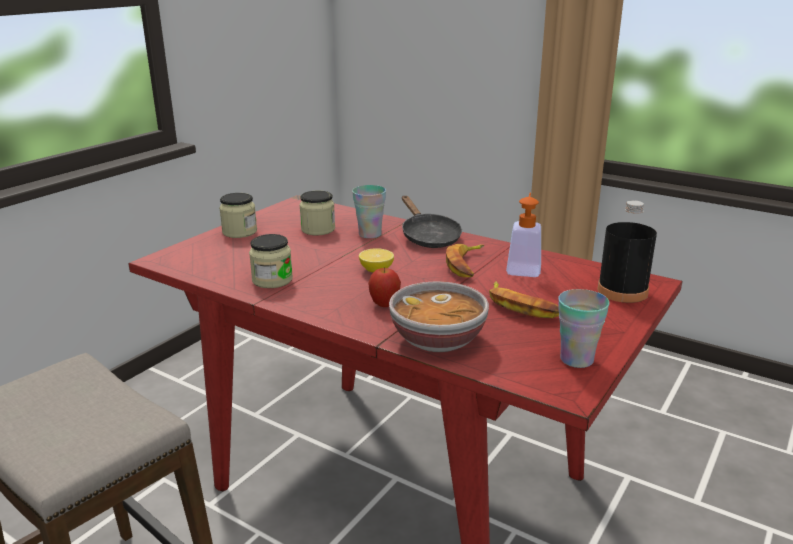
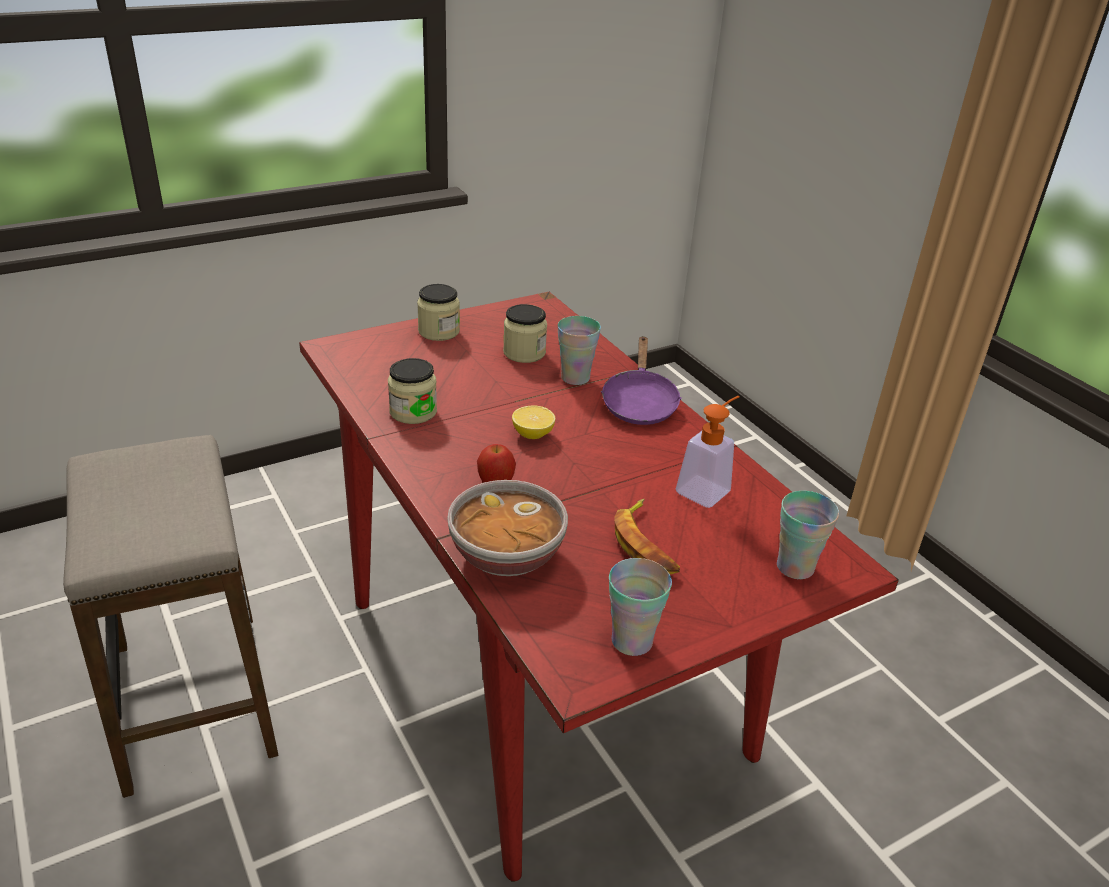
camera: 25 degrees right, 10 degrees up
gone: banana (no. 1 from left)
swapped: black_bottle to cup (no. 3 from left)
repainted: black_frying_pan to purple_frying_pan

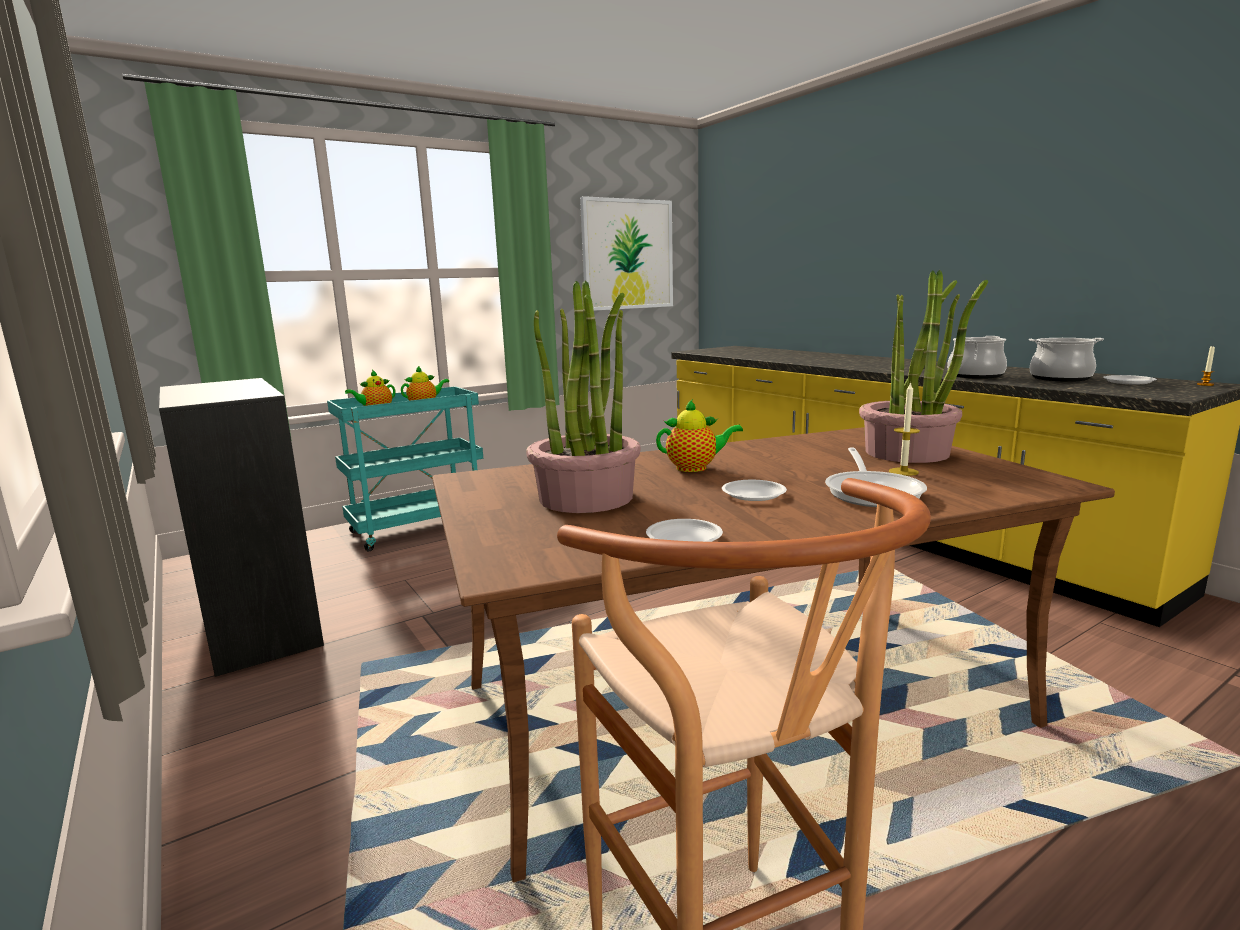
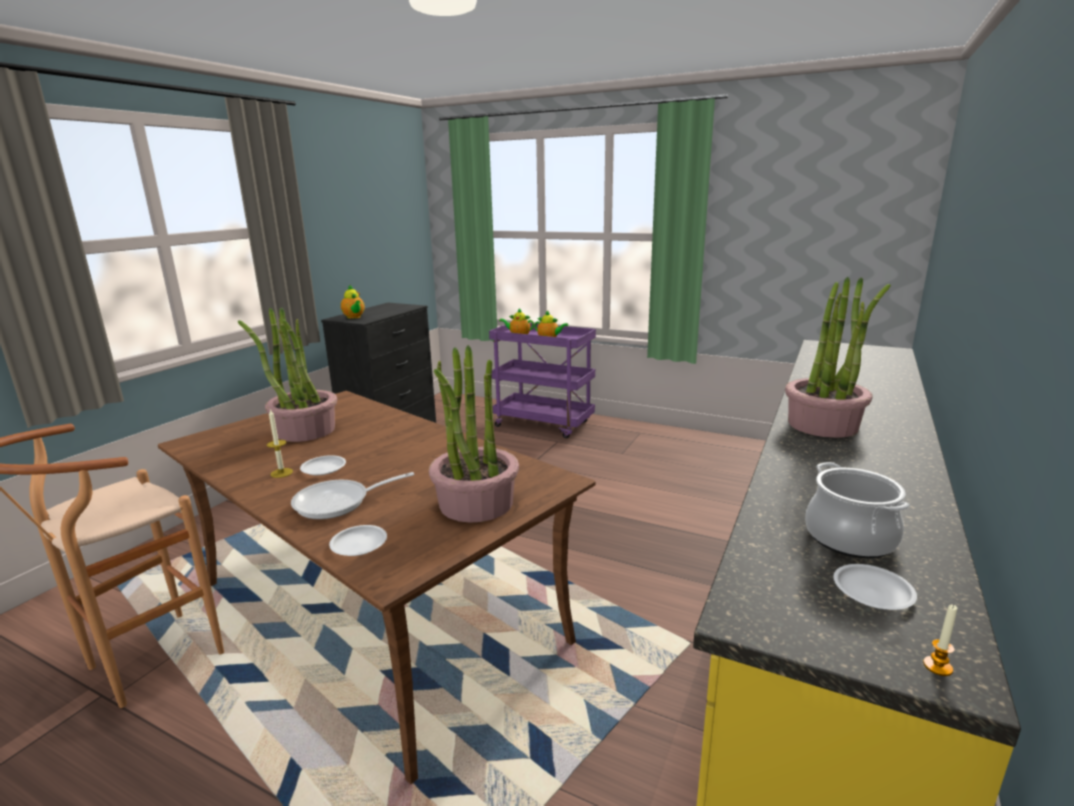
camera: 60 degrees right, 5 degrees up
gone: picture; cooking_pot (no. 1 from left)
new: potted_plant (no. 3 from left)
shifted: white_plate (no. 1 from left in the first image) to white_plate (no. 2 from left); teapot (no. 3 from left in the first image) to teapot (no. 1 from left); candle (no. 1 from left)
repainted: turquoise_cart to purple_cart

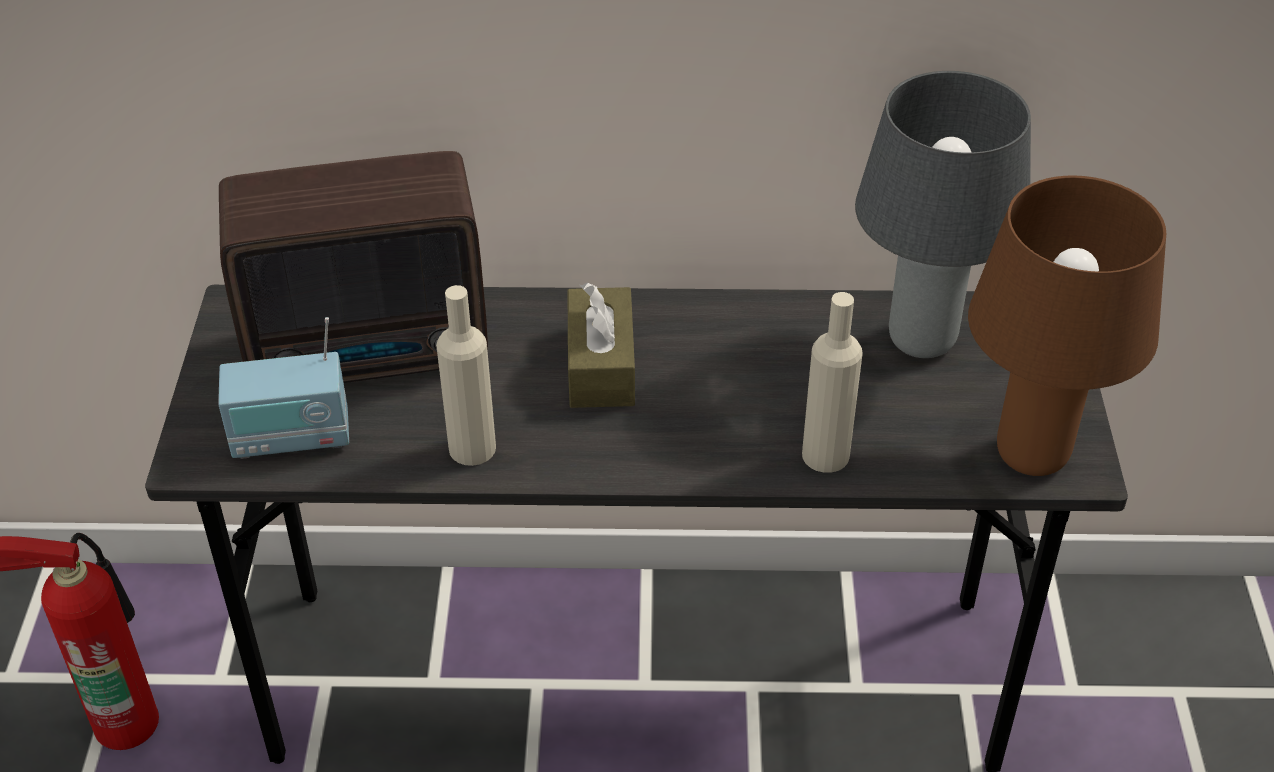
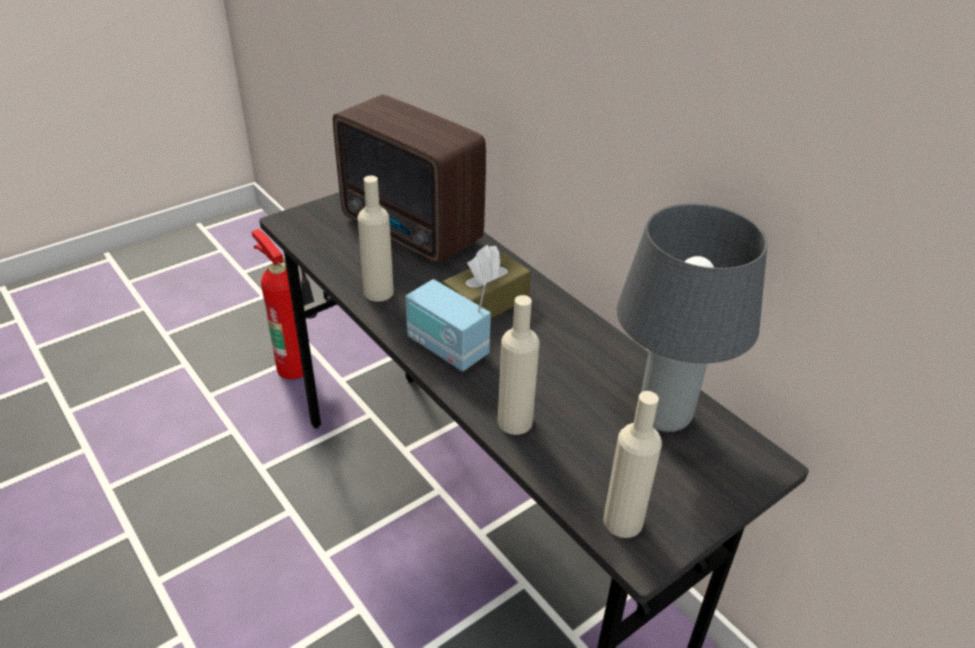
camera: 50 degrees right, 5 degrees down
shifted: radio (no. 1 from left in the first image) to radio (no. 2 from left)
swapped: brown_table_lamp to beige_bottle (no. 3 from left)

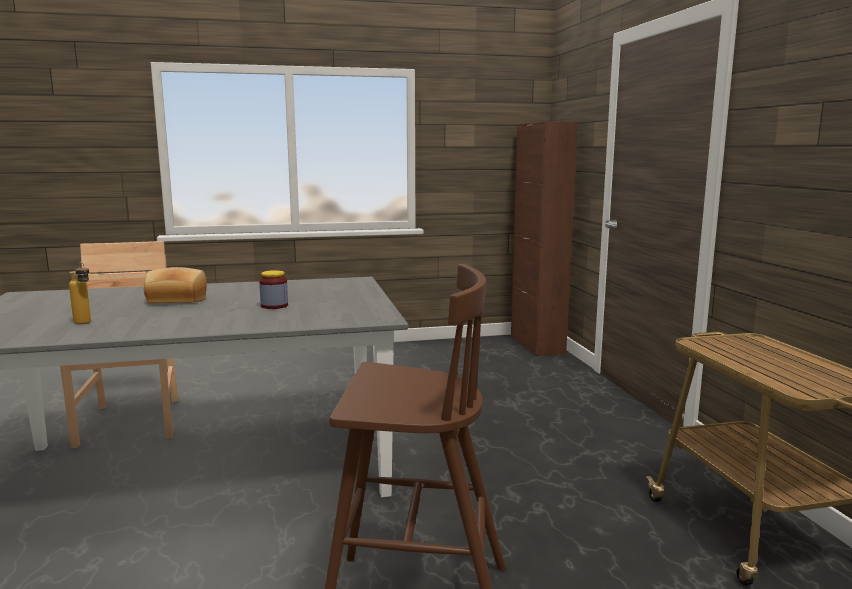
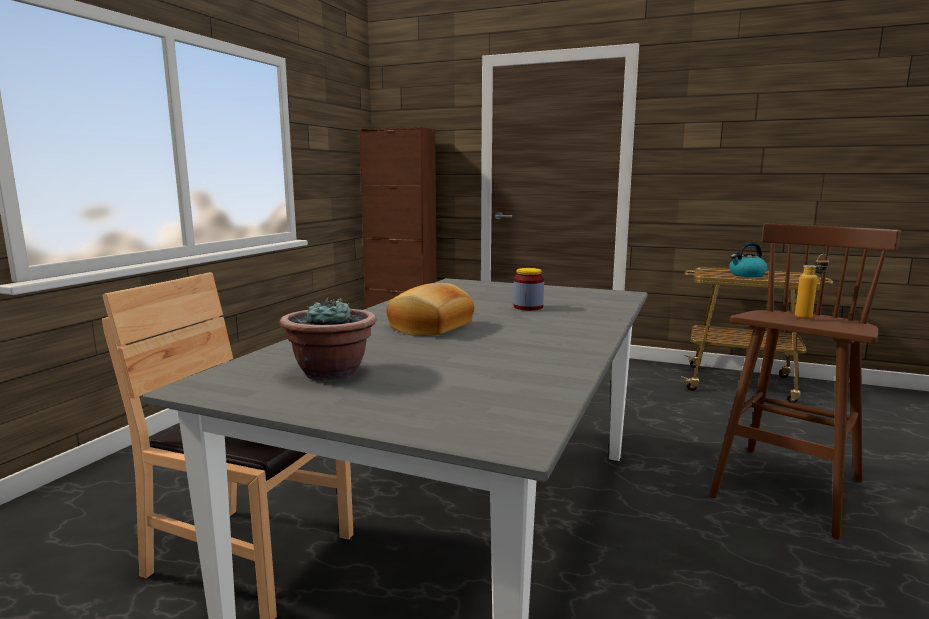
camera: 55 degrees left, 0 degrees up
new: potted_plant; kettle
shifted: bottle

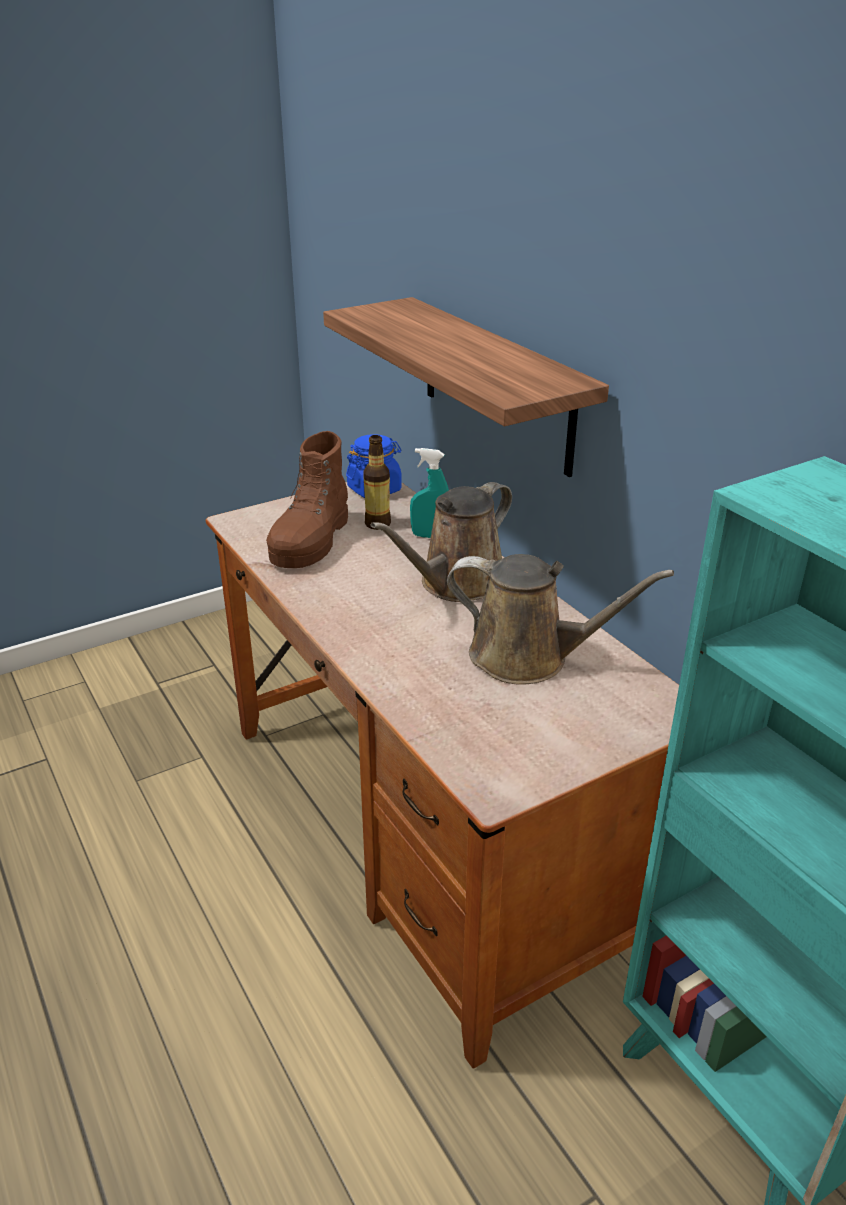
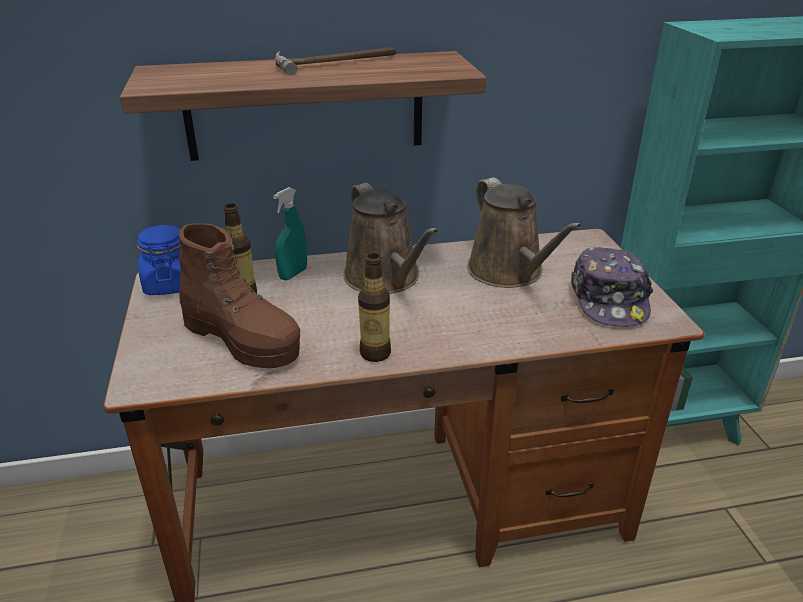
camera: 70 degrees left, 0 degrees up
new: hammer; bottle (no. 2 from left); cap
rotated: brown_watering_can (no. 2 from left) 120 degrees clockwise

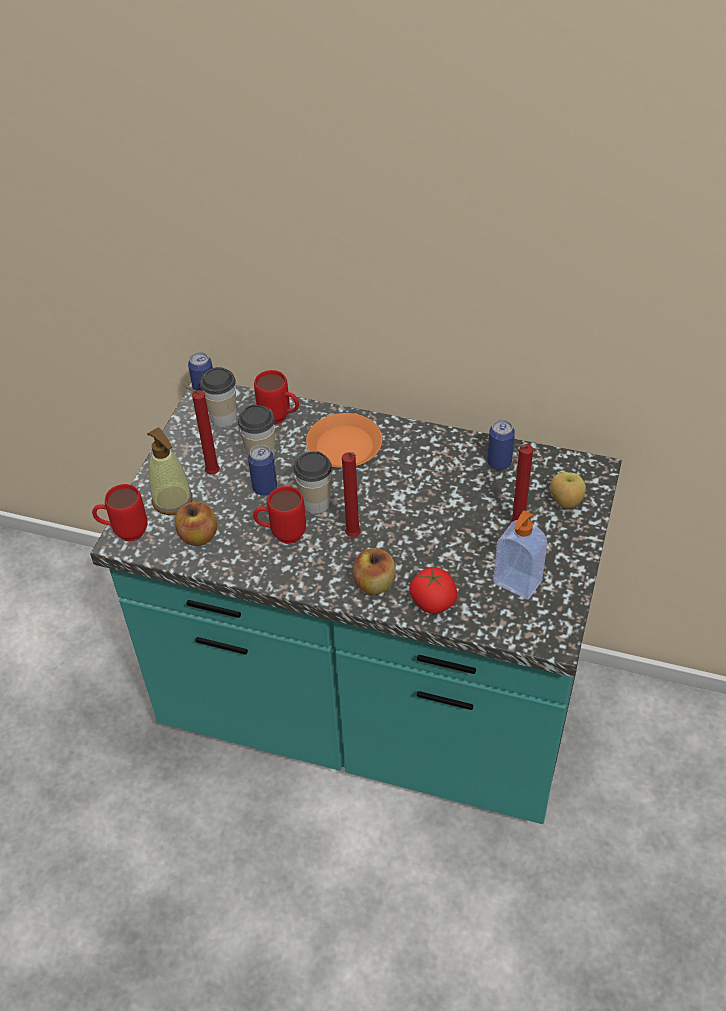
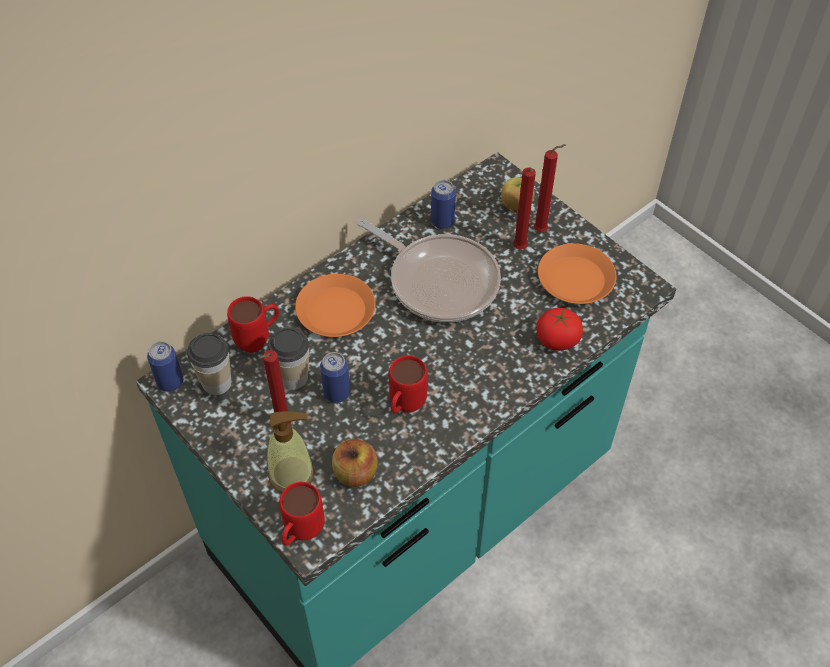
camera: 60 degrees left, 5 degrees up
gone: cup (no. 3 from left); apple (no. 2 from left)
new: frying_pan
shifted: red_candle (no. 2 from left in the first image) to red_candle (no. 3 from left)
swapped: soap_dispenser (no. 2 from left) to orange_plate (no. 2 from left)

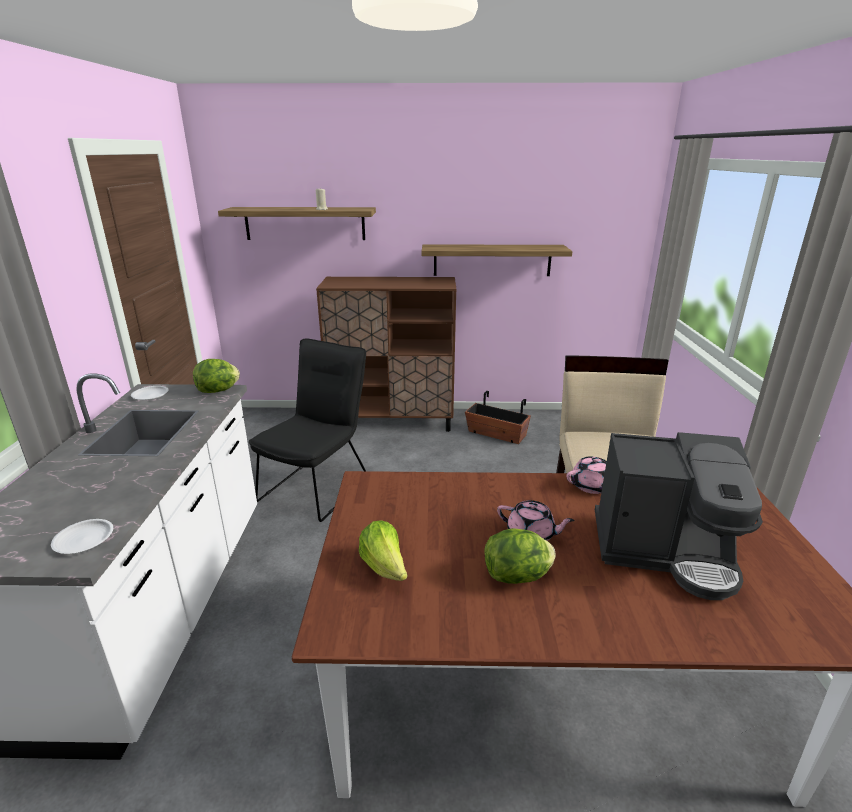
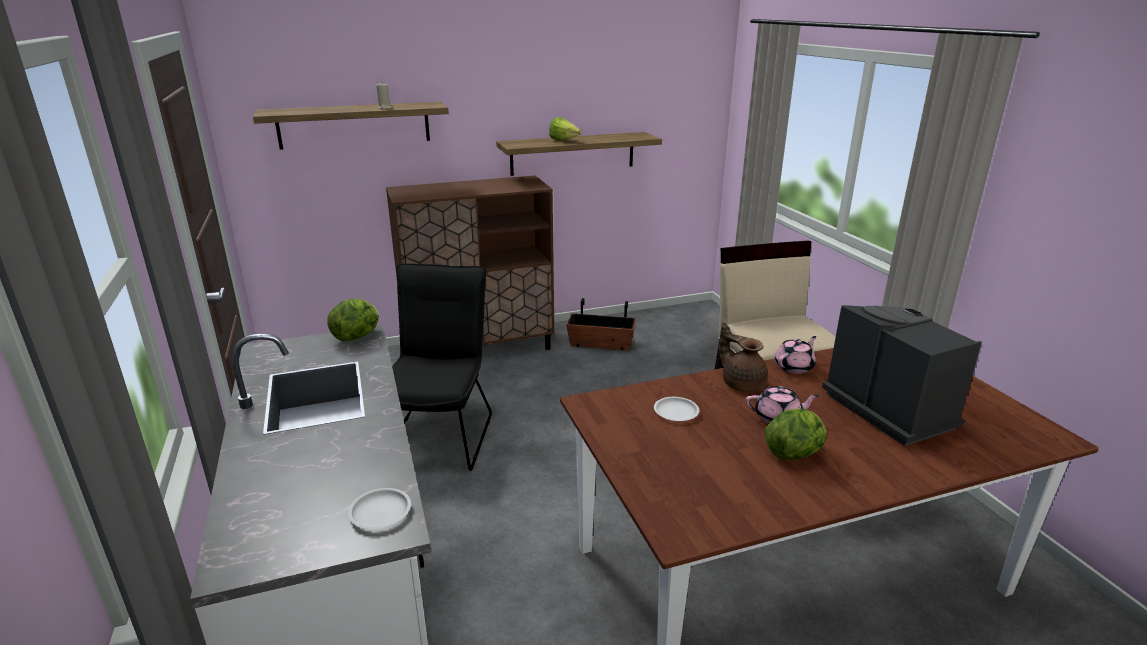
camera: 20 degrees left, 0 degrees up
new: brown_teapot
shifted: white_plate (no. 2 from left); lettuce (no. 2 from left)
rotated: coffee_machine 105 degrees counterclockwise

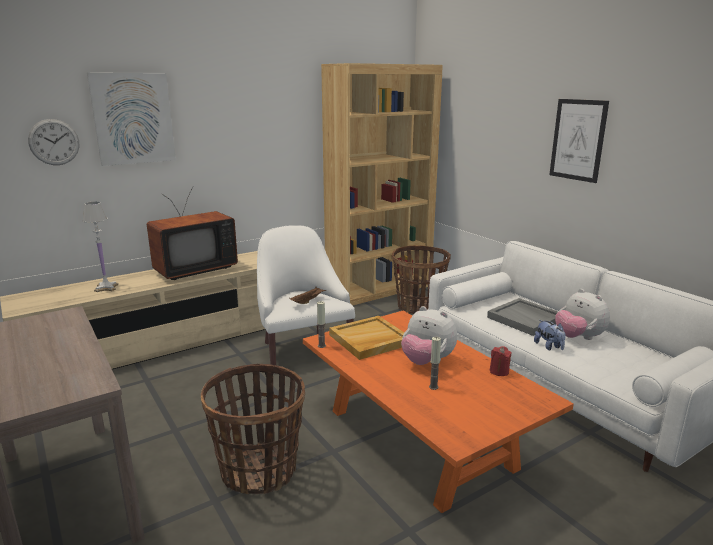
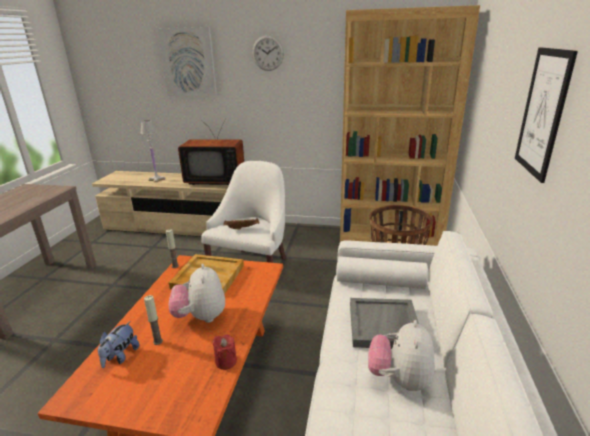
camera: 45 degrees right, 5 degrees up
gone: basket (no. 1 from left)
shifted: wall_clock; plush_toy (no. 2 from left in the first image) to plush_toy (no. 1 from left)

